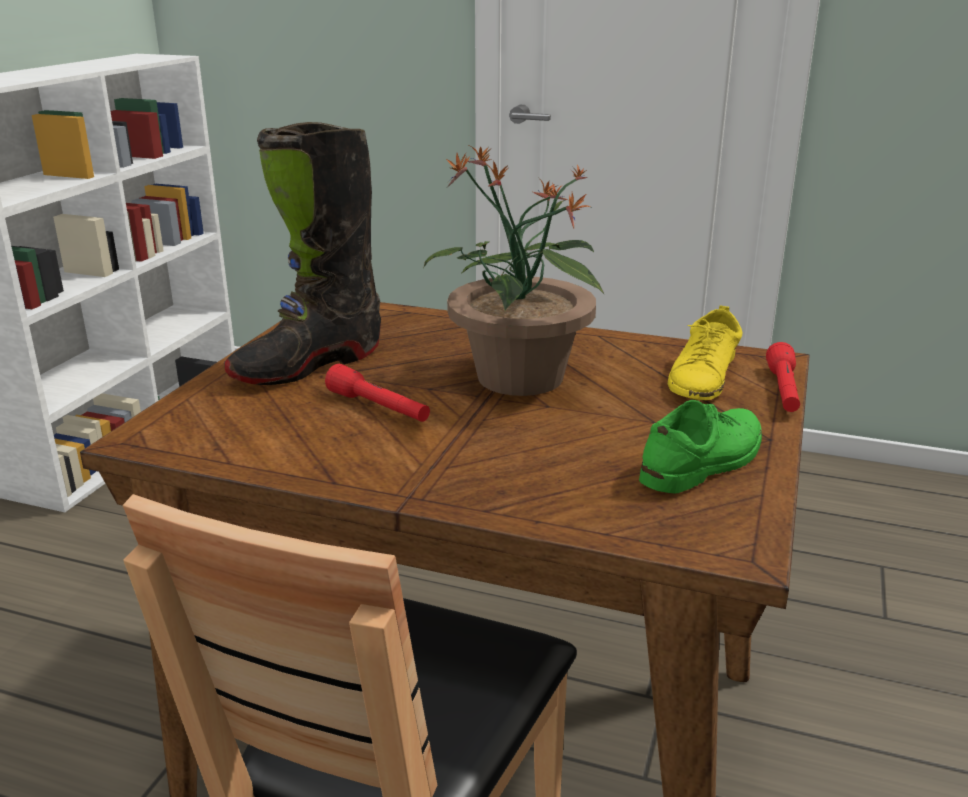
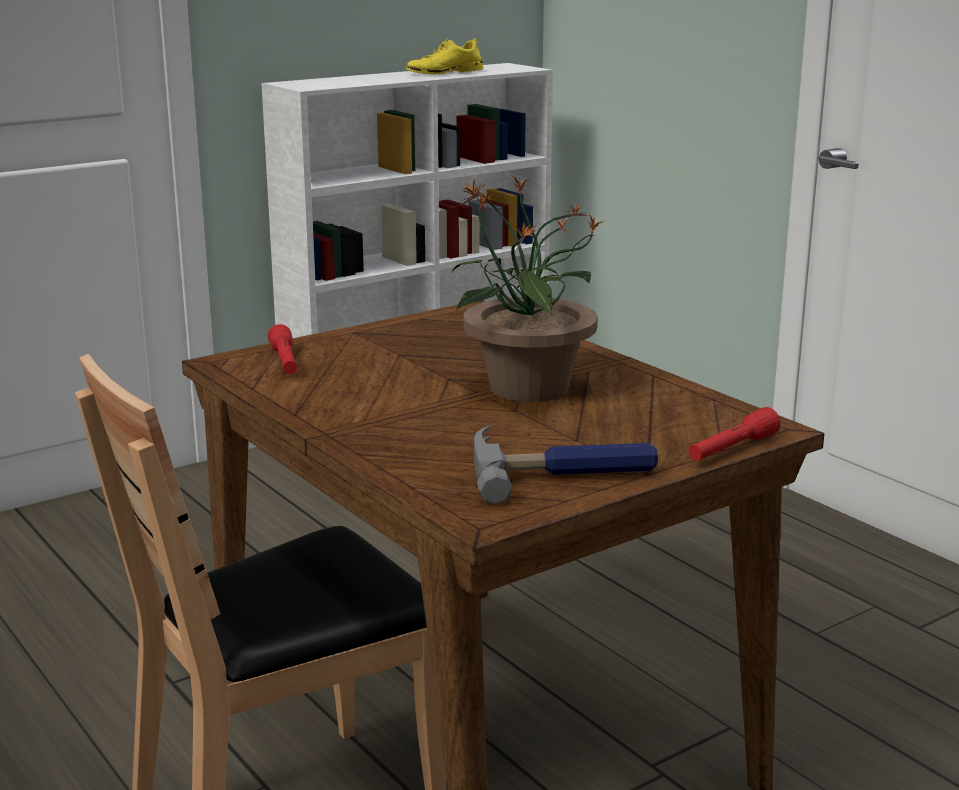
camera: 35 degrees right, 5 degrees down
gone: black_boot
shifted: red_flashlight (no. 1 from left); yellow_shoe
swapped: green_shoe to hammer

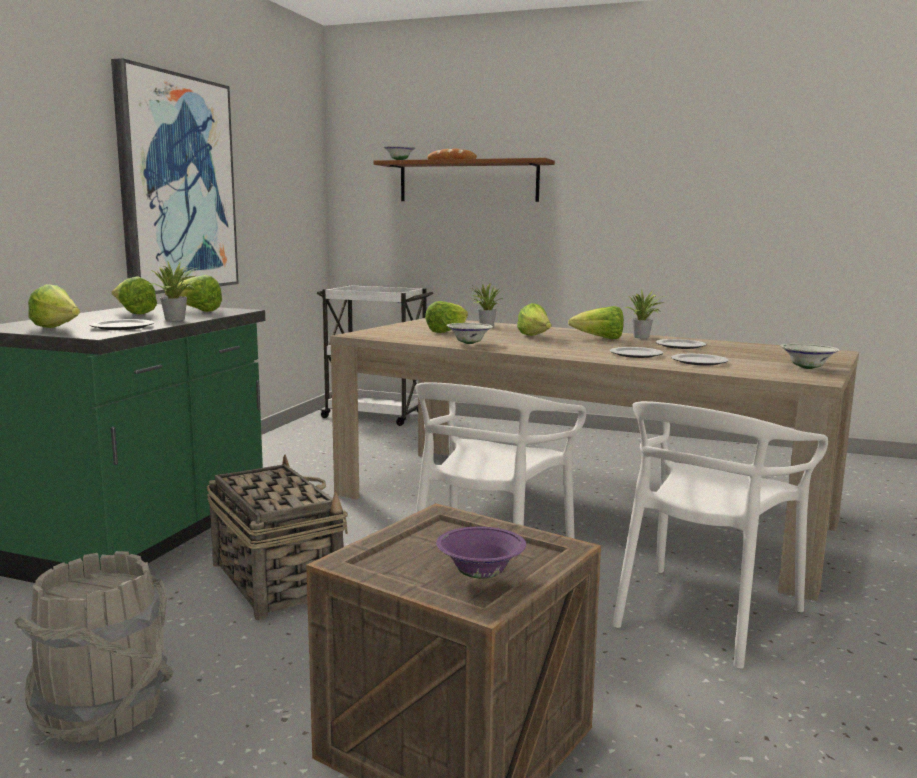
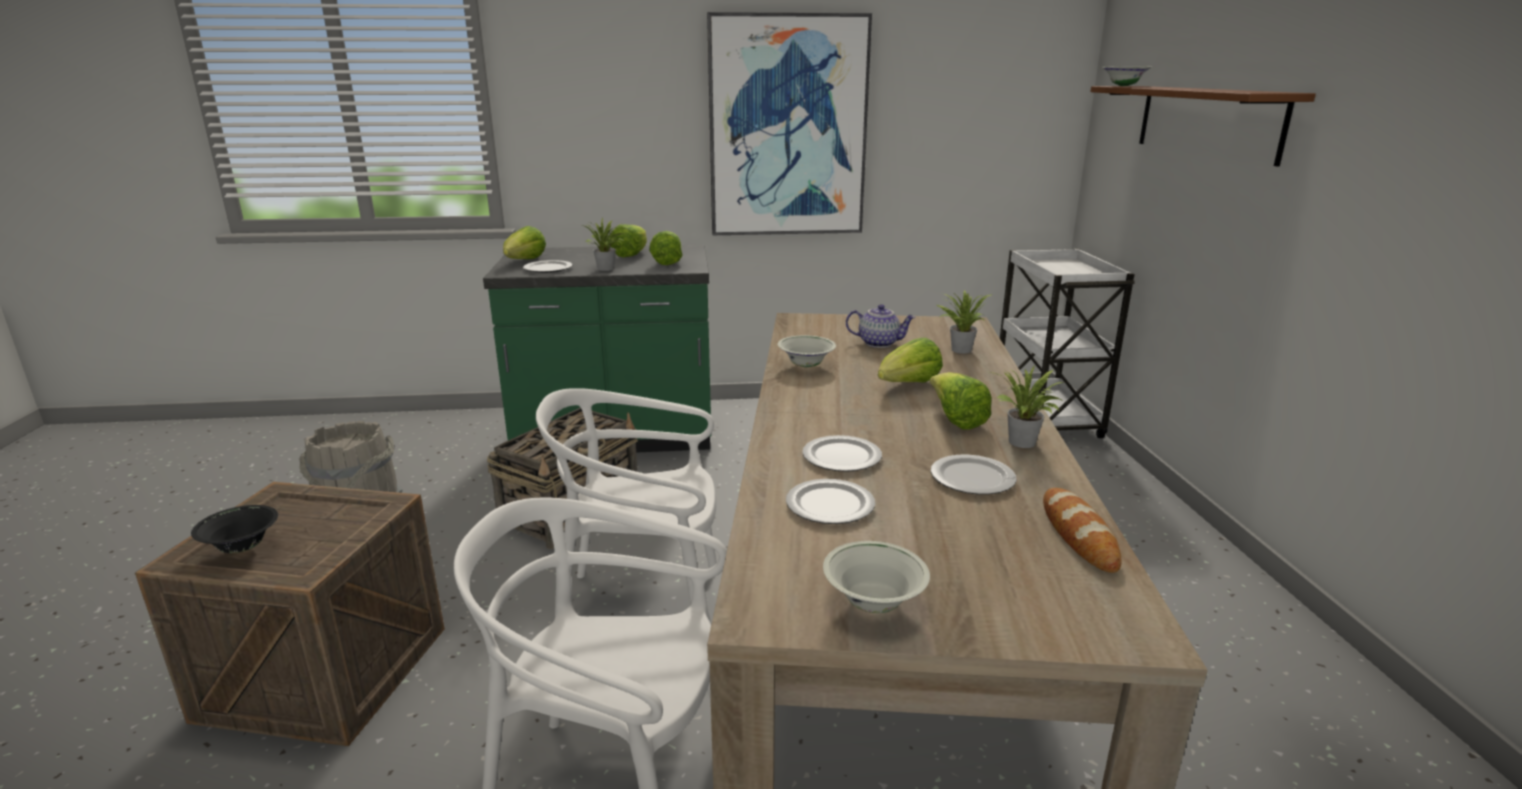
camera: 65 degrees right, 10 degrees up
shifted: bread
swapped: lettuce (no. 4 from left) to teapot
repainted: purple_bowl to black_bowl

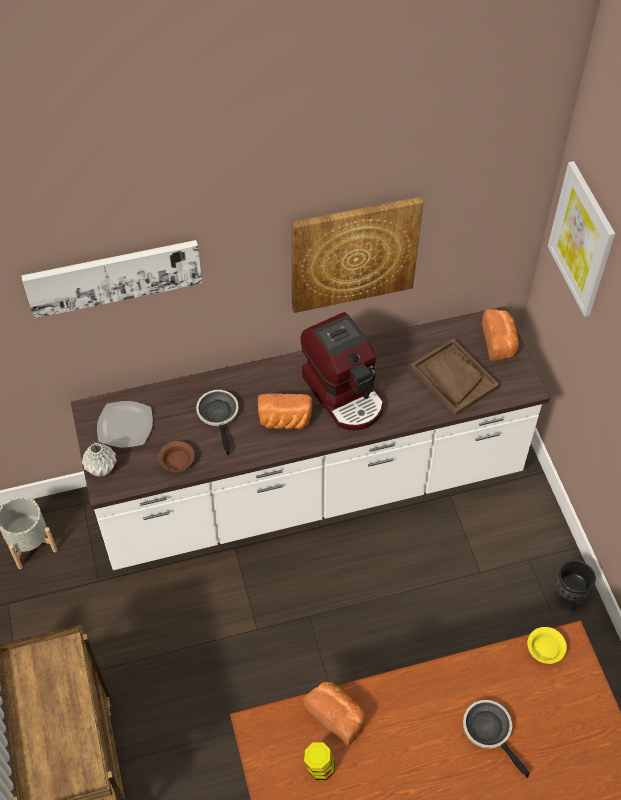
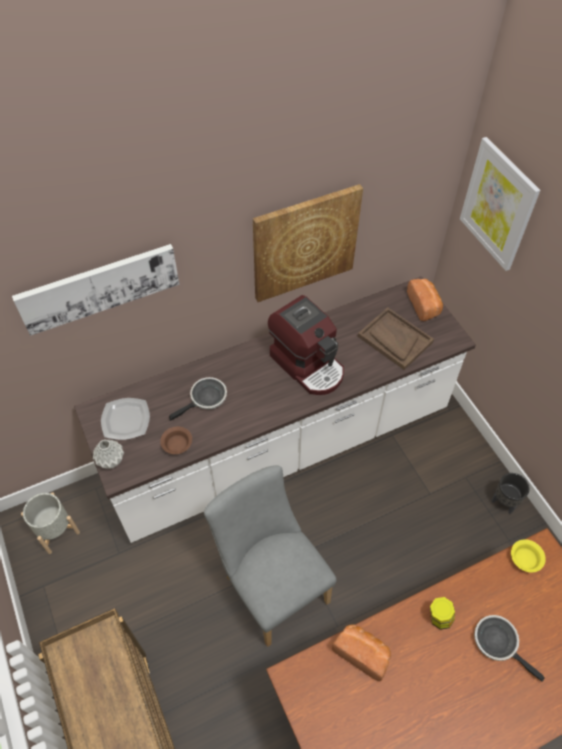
camera: 10 degrees left, 0 degrees up
gone: bread (no. 1 from left)
new: grey_chair
shifted: jar
rotated: frying_pan (no. 1 from left) 75 degrees clockwise

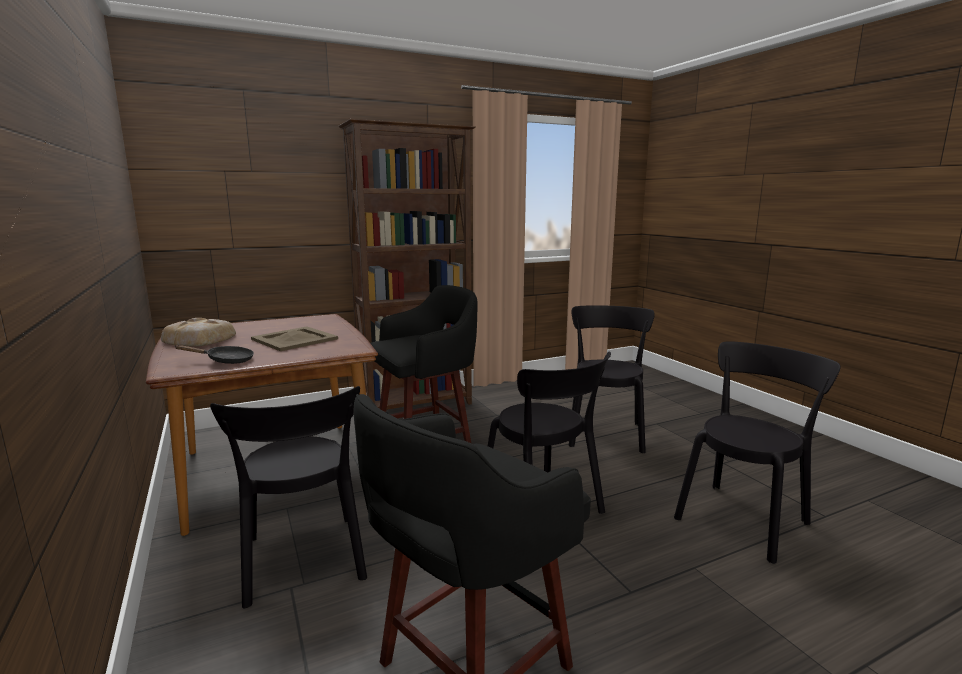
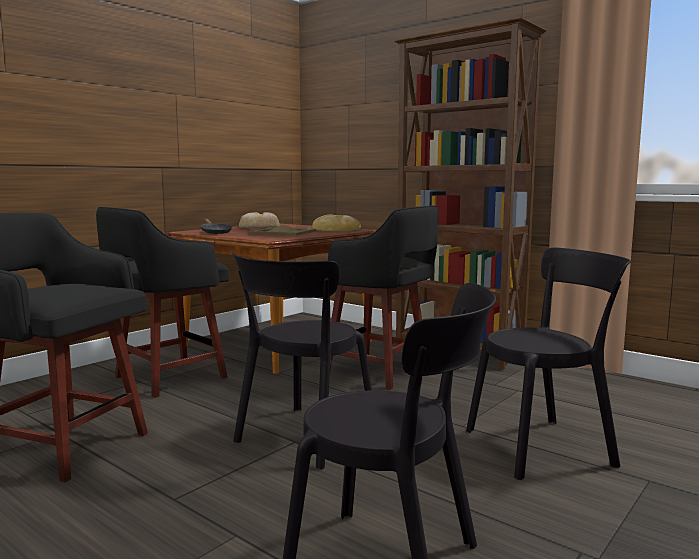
camera: 65 degrees right, 5 degrees down
new: bread (no. 2 from left)
swapped: black_chair (no. 1 from left) to black_stool (no. 2 from left)

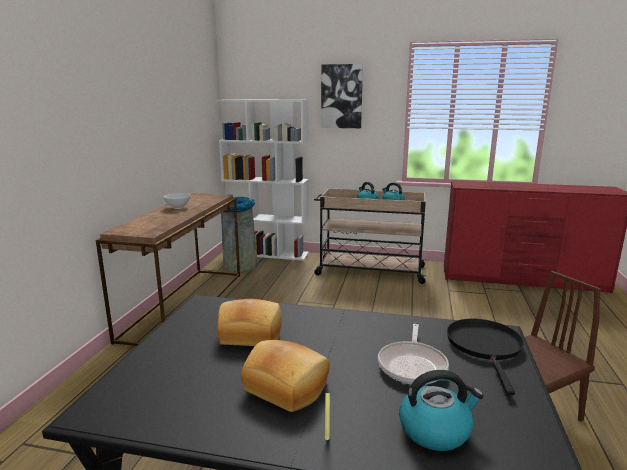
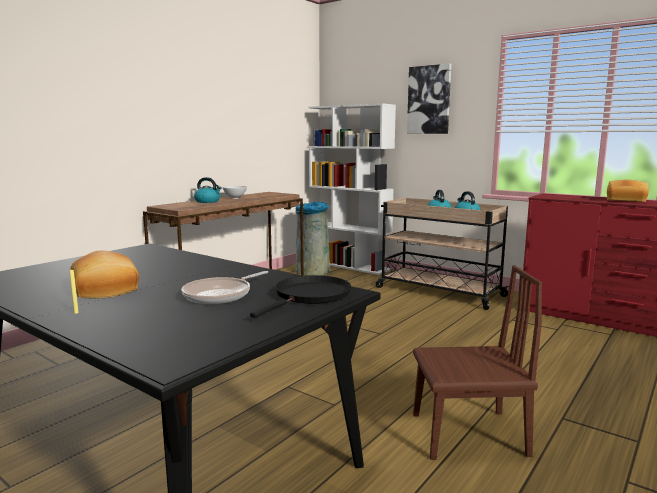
camera: 25 degrees right, 5 degrees down
shifted: bread (no. 1 from left in the first image) to bread (no. 2 from left); kettle (no. 3 from left in the first image) to kettle (no. 1 from left)

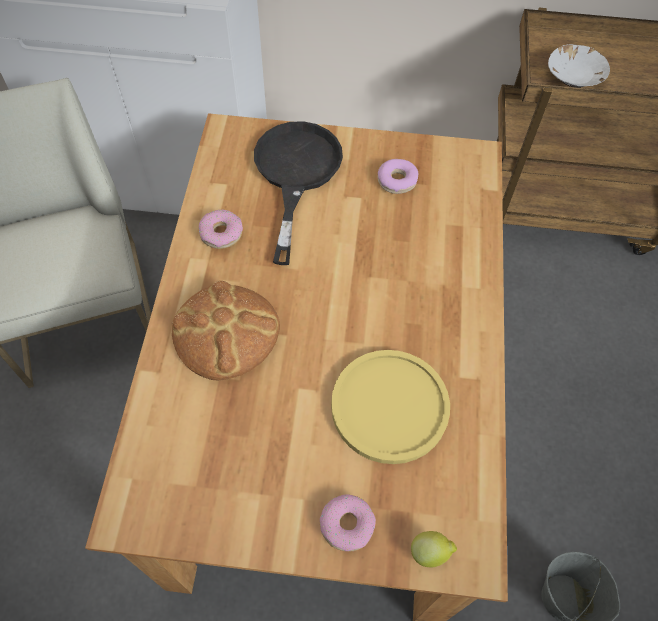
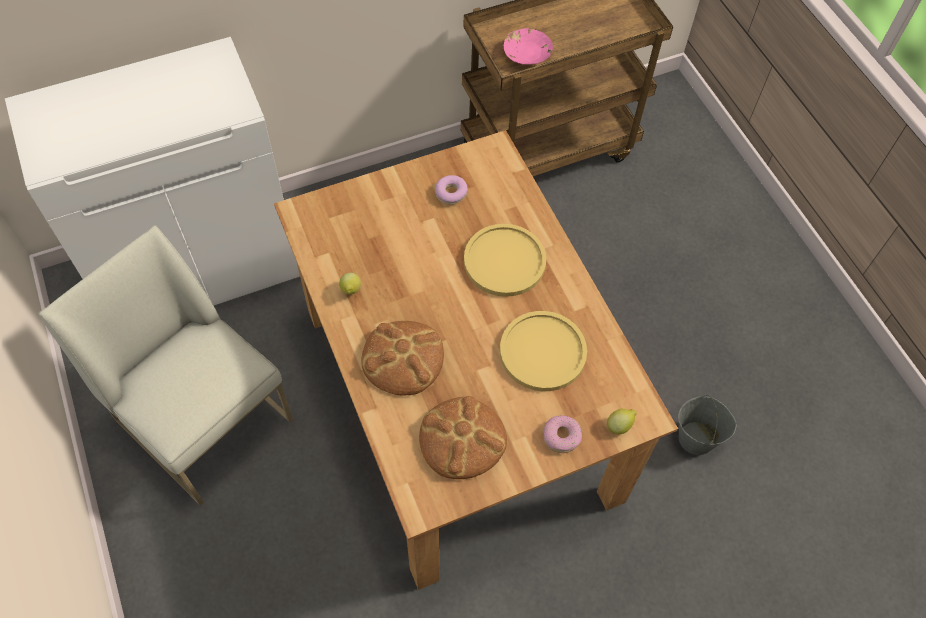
camera: 30 degrees left, 0 degrees up
gone: black_frying_pan
new: bread (no. 2 from left); yellow_plate (no. 1 from left)
swapped: donut (no. 1 from left) to lemon (no. 1 from left)
repainted: white_bowl to pink_bowl

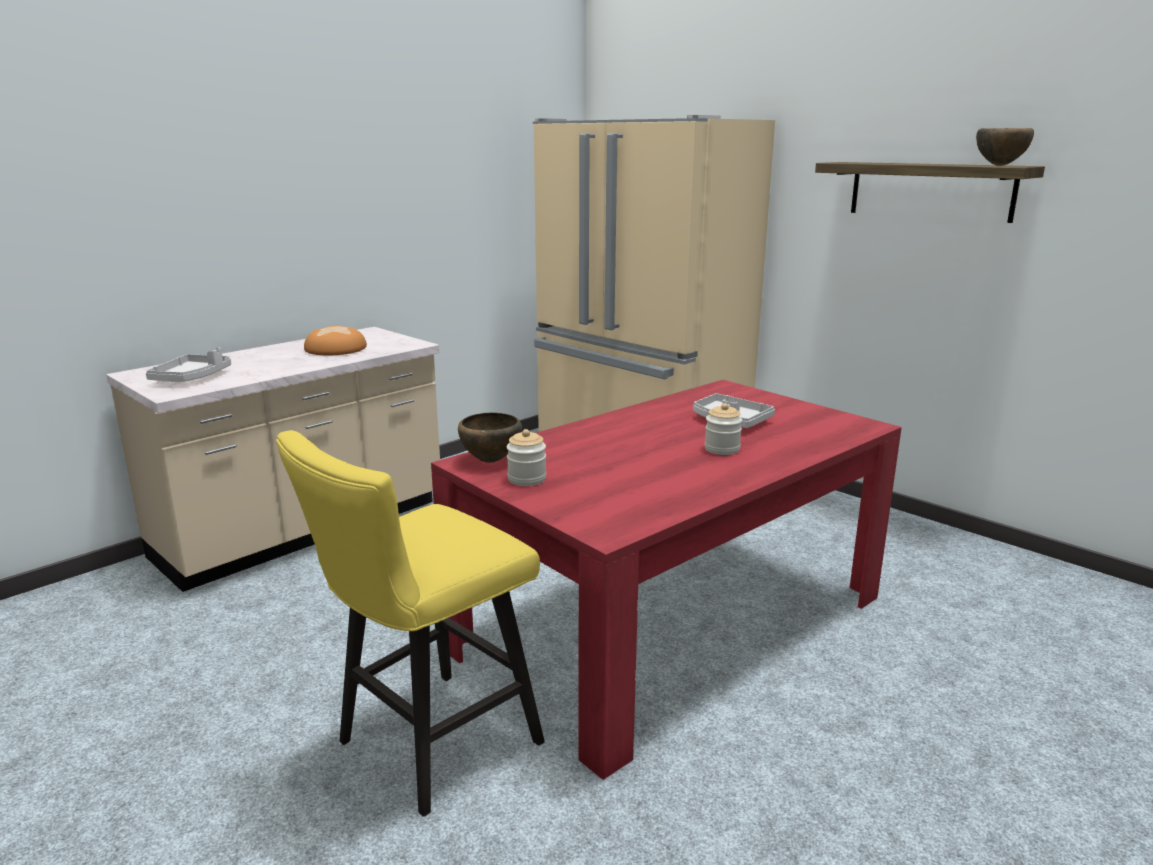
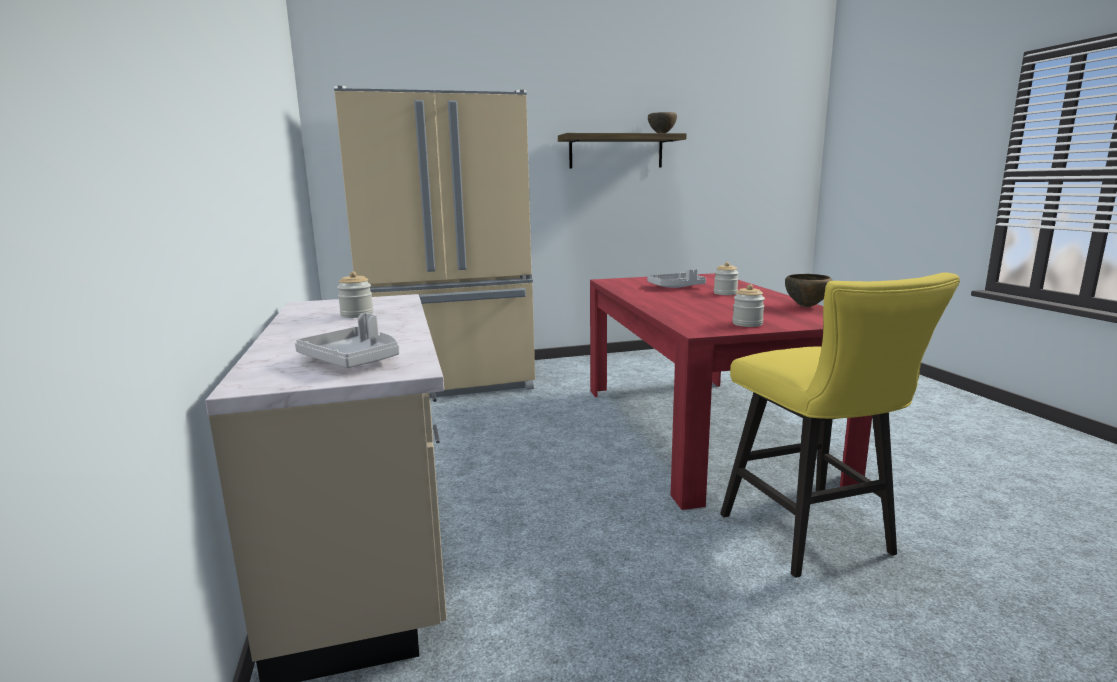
camera: 60 degrees left, 5 degrees down
shifted: brown_bowl (no. 1 from left in the first image) to brown_bowl (no. 2 from left)
swapped: bread to jar (no. 1 from left)

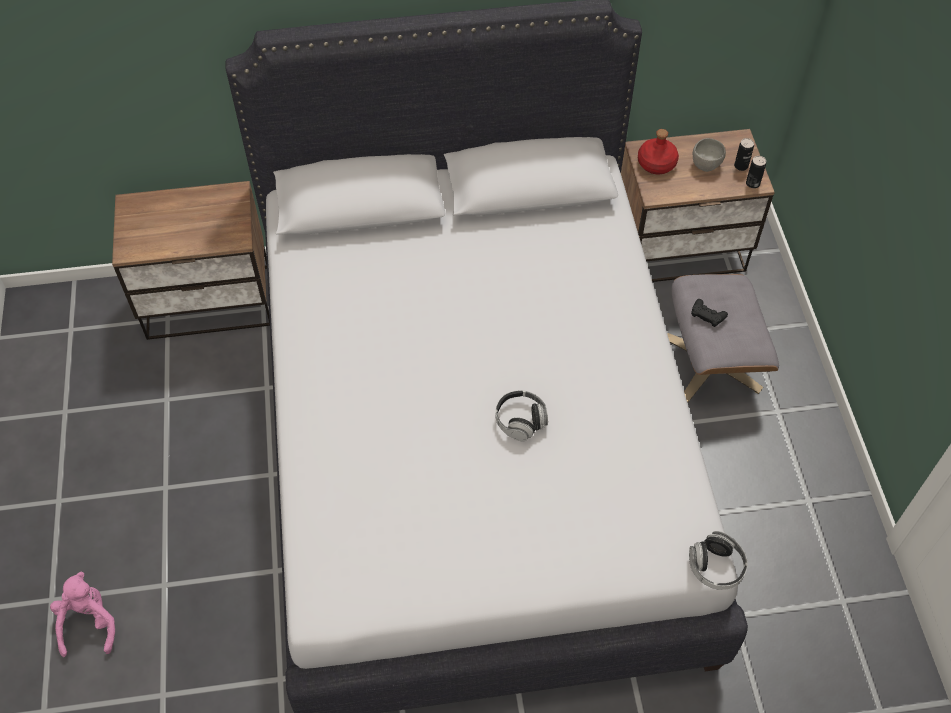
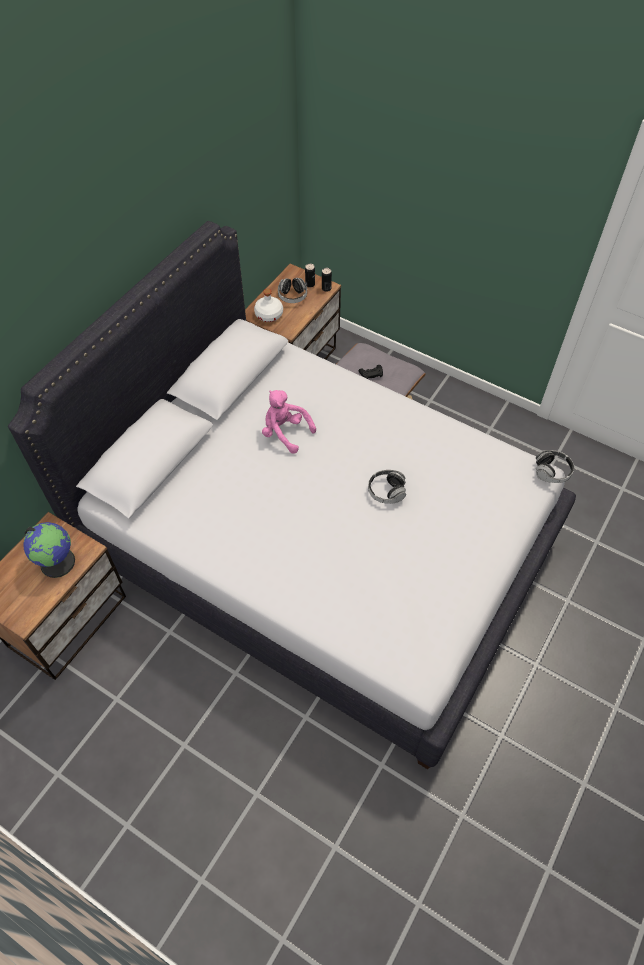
camera: 50 degrees left, 0 degrees up
new: globe
shifted: pink_plush_toy
swapped: grey_bowl to headphones (no. 1 from left)
repainted: red_bottle to white_bottle

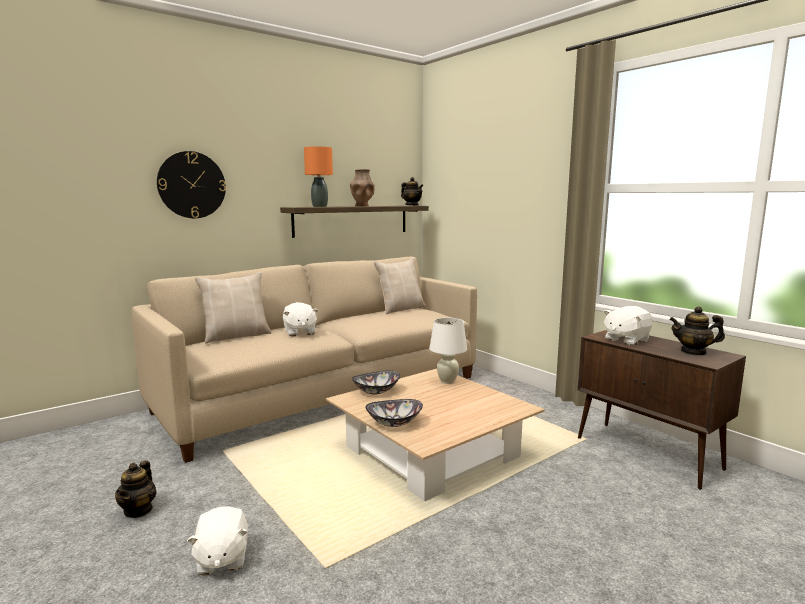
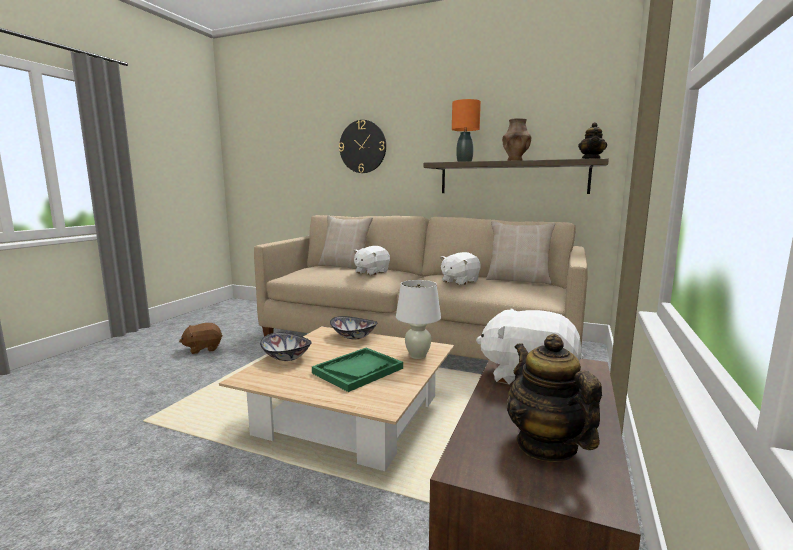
camera: 60 degrees right, 0 degrees up
new: green_tray
shifted: white_plush_toy (no. 1 from left in the first image) to white_plush_toy (no. 2 from left)
swapped: teapot (no. 1 from left) to brown_plush_toy

